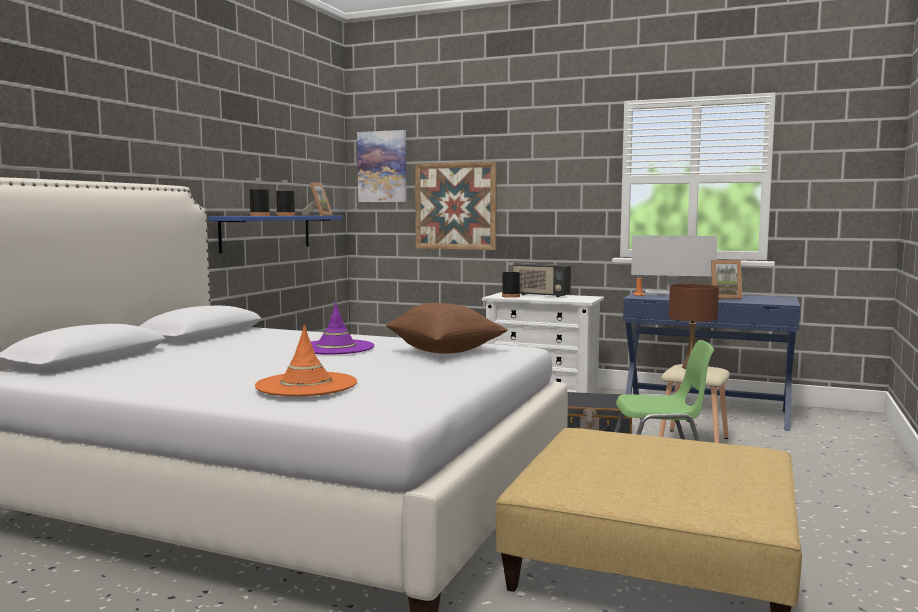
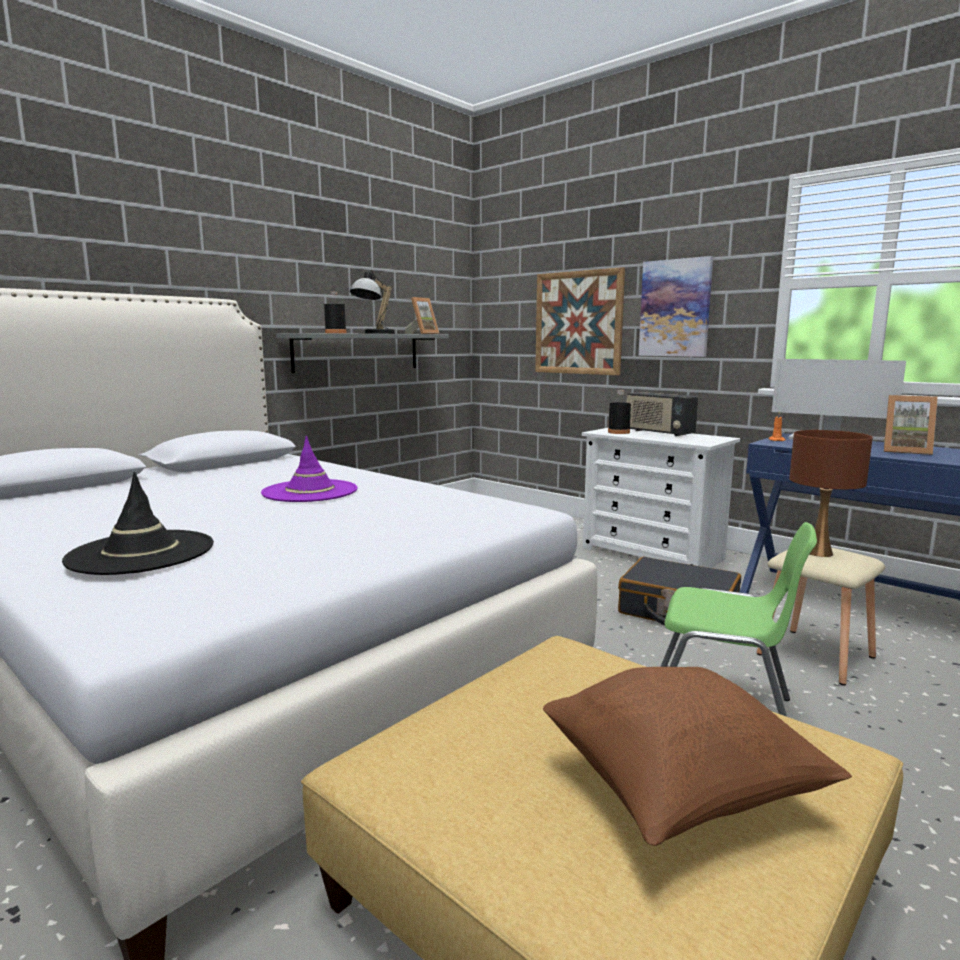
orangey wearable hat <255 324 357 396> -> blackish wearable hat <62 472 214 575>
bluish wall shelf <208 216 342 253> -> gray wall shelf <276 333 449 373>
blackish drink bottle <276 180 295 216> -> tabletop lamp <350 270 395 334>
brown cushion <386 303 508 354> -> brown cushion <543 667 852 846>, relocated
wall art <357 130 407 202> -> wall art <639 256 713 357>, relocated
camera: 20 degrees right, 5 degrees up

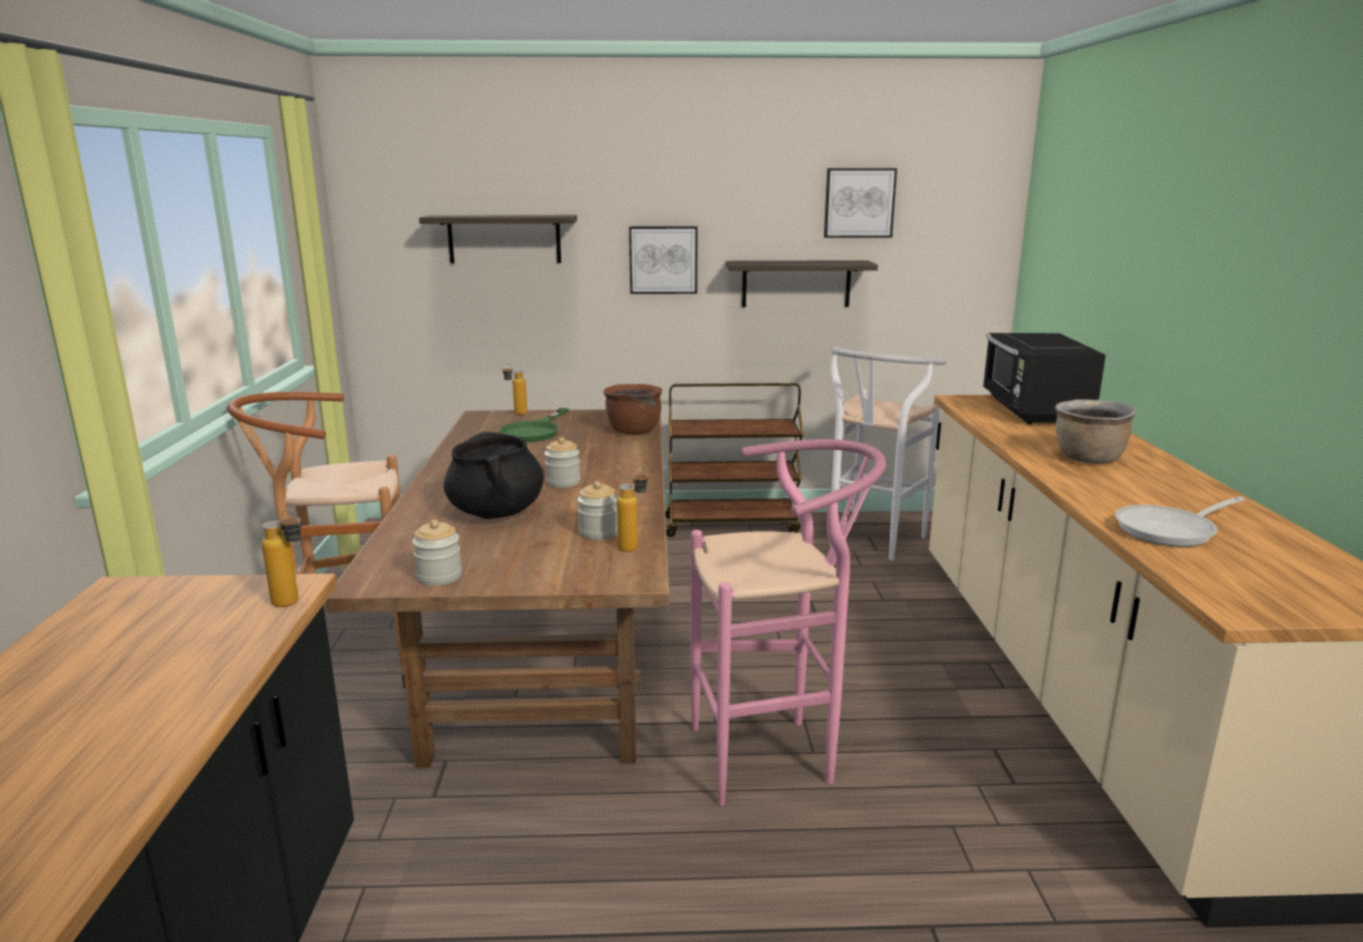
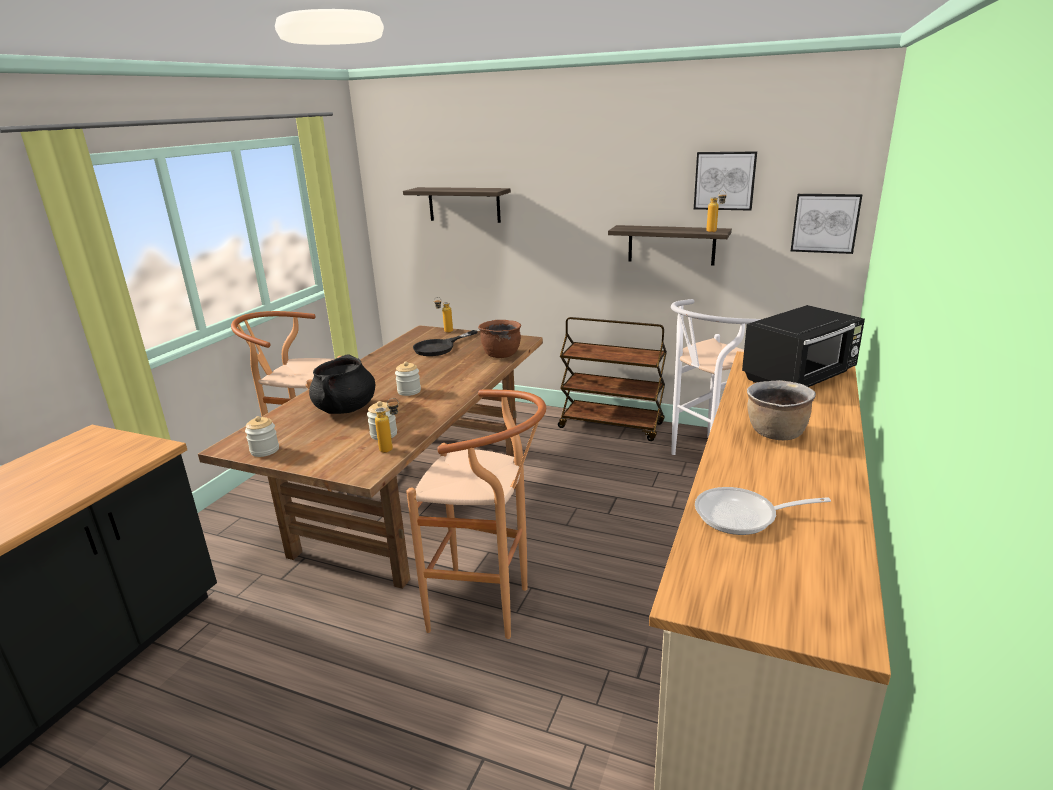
pink sitting stool <691 439 886 806> -> brown sitting stool <406 390 546 639>
greenish frying pan <499 408 569 443> -> blackish frying pan <413 330 478 356>
drink bottle <262 509 302 607> -> drink bottle <706 190 727 232>, relocated
blackish microwave oven <983 333 1106 425> -> blackish microwave oven <742 305 865 387>, 150 degrees counterclockwise
wall art <629 226 698 294> -> wall art <791 194 862 254>, relocated
camera: 25 degrees right, 5 degrees up

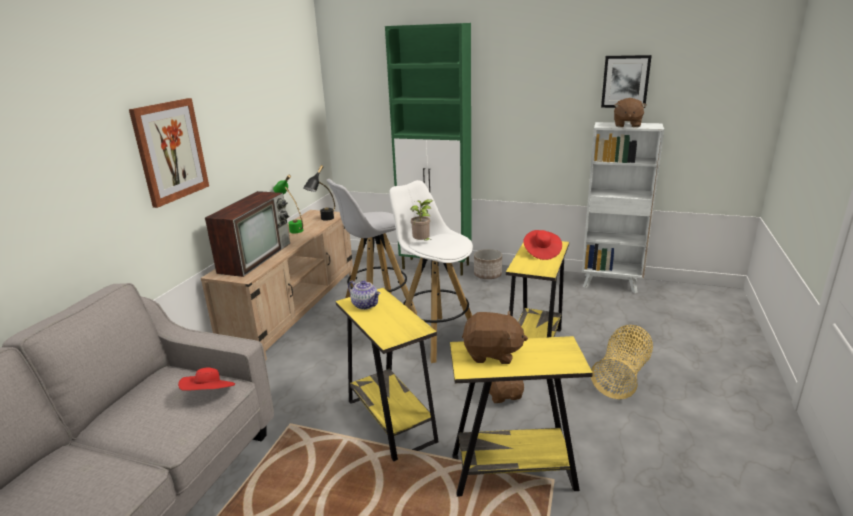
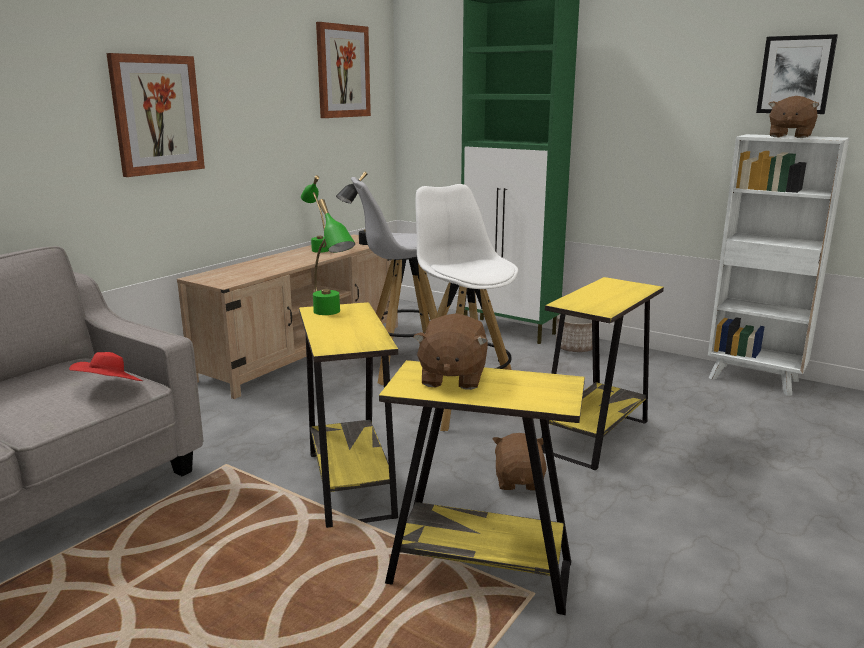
teapot <348 281 380 310> -> greenish tabletop lamp <313 199 355 315>
none -> wall art <316 22 371 118>
brown cuddly toy <462 311 528 364> -> brown cuddly toy <413 313 488 390>, 75 degrees clockwise
TV <205 191 290 277> -> none
potted plant <410 199 433 241> -> none
reddish wearable hat <523 230 562 260> -> none
storage basket <591 325 653 399> -> none
camera: 15 degrees right, 5 degrees down

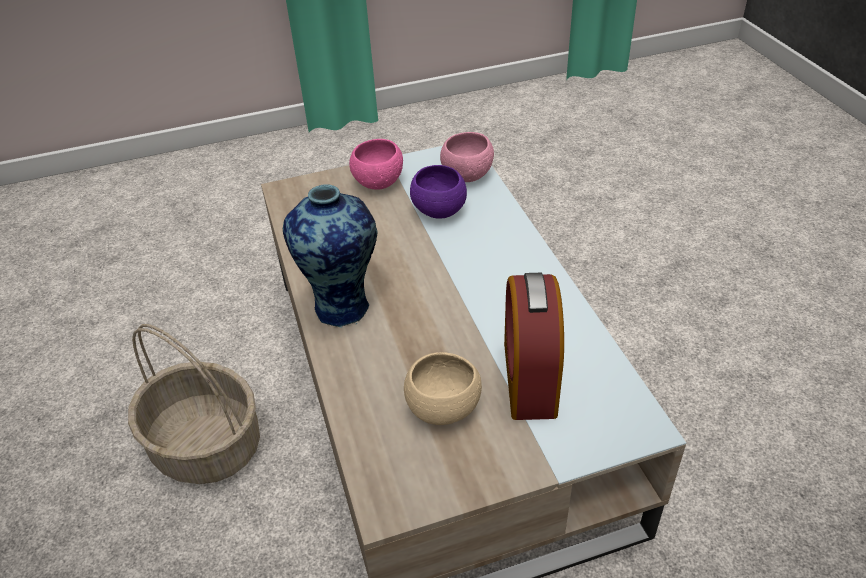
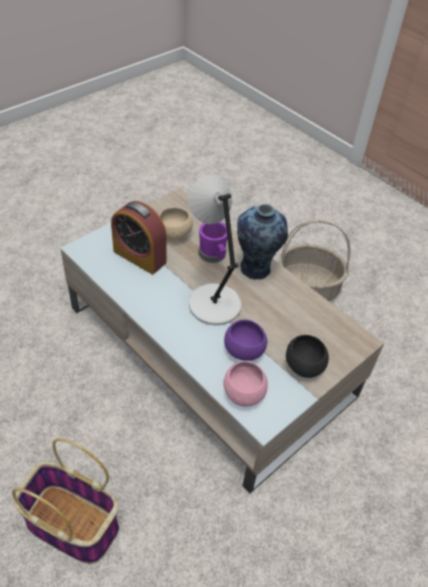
none -> storage basket <12 438 119 564>
table clock <504 273 564 420> -> table clock <111 201 167 274>, 150 degrees clockwise
none -> gray tabletop lamp <188 175 242 325>
none -> purple-coloured mug <199 222 227 263>
pink bowl <349 139 403 190> -> blackish bowl <286 335 329 378>
camera: 150 degrees right, 5 degrees up

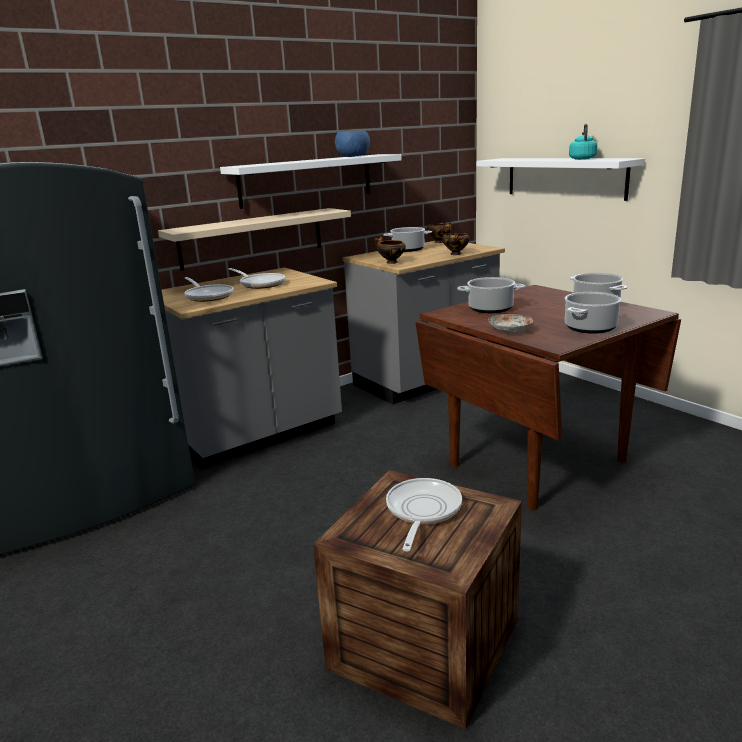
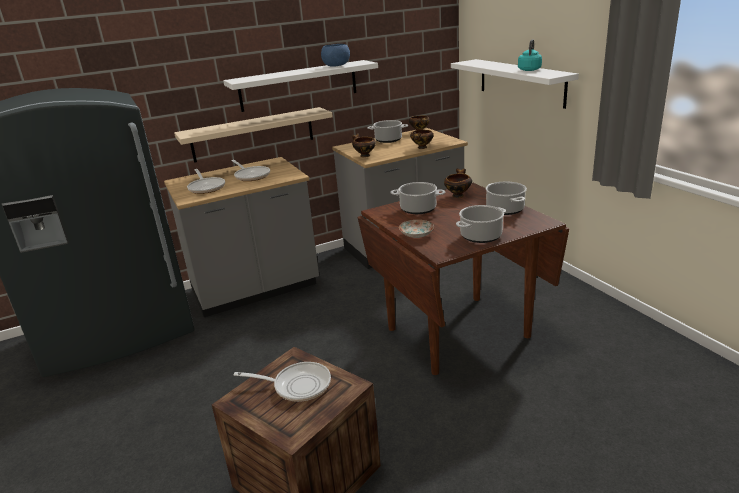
frying pan <386 478 462 551> -> frying pan <234 362 331 402>, 75 degrees clockwise
none -> bowl <444 168 472 198>
camera: 10 degrees right, 5 degrees up

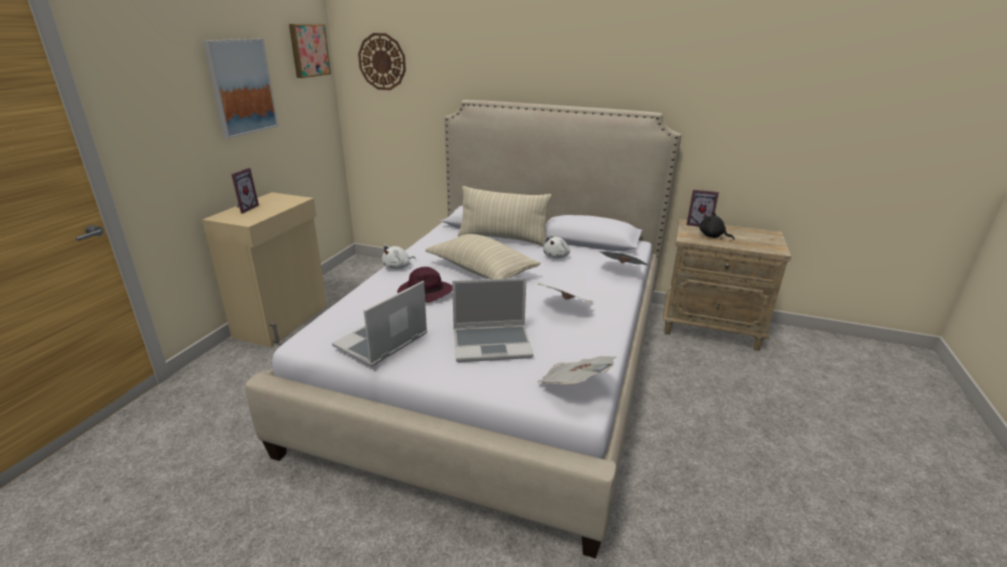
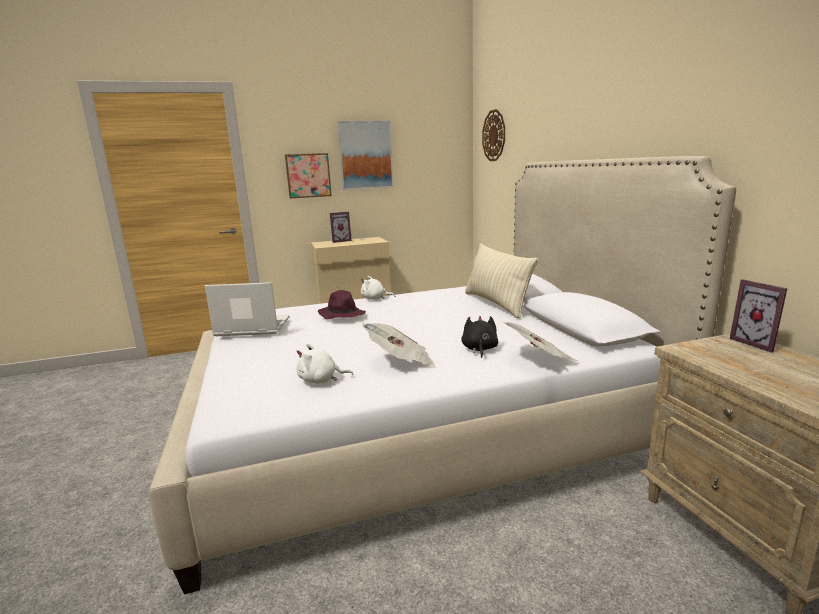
wall art <289 24 331 78> -> wall art <285 153 332 198>, relocated
white-coloured cuddly toy <543 236 570 258> -> white-coloured cuddly toy <296 344 354 384>, relocated
blackish cuddly toy <700 212 734 240> -> blackish cuddly toy <461 316 498 358>, relocated
beige-coloured cushion <425 234 540 279> -> none
notebook computer <452 278 534 362> -> none
daily paper <538 356 616 385> -> none
camera: 55 degrees right, 10 degrees down

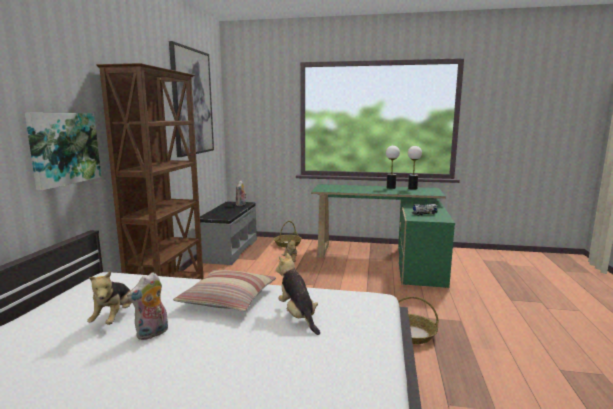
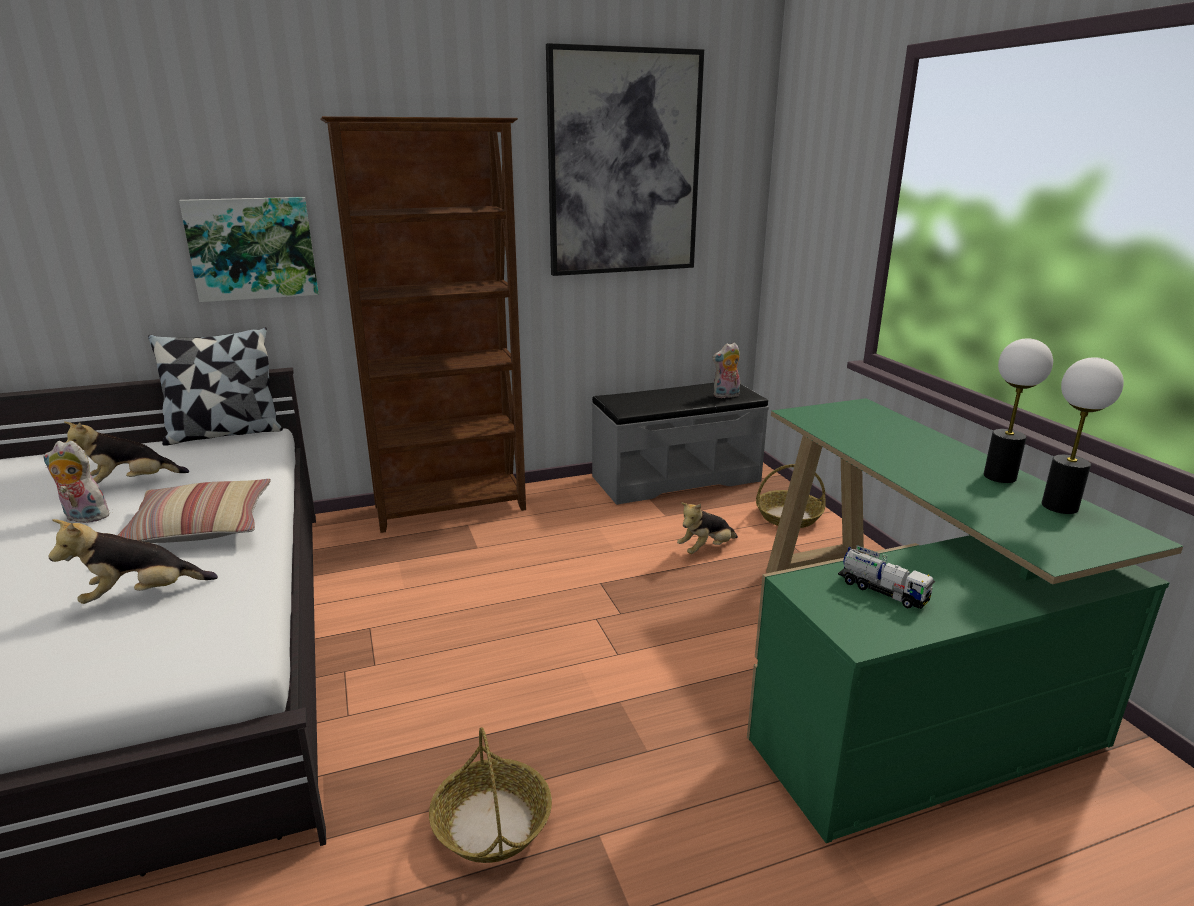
cuddly toy <276 253 320 335> -> cuddly toy <48 519 218 604>, 150 degrees counterclockwise
none -> cushion <148 327 283 446>
camera: 60 degrees right, 10 degrees up

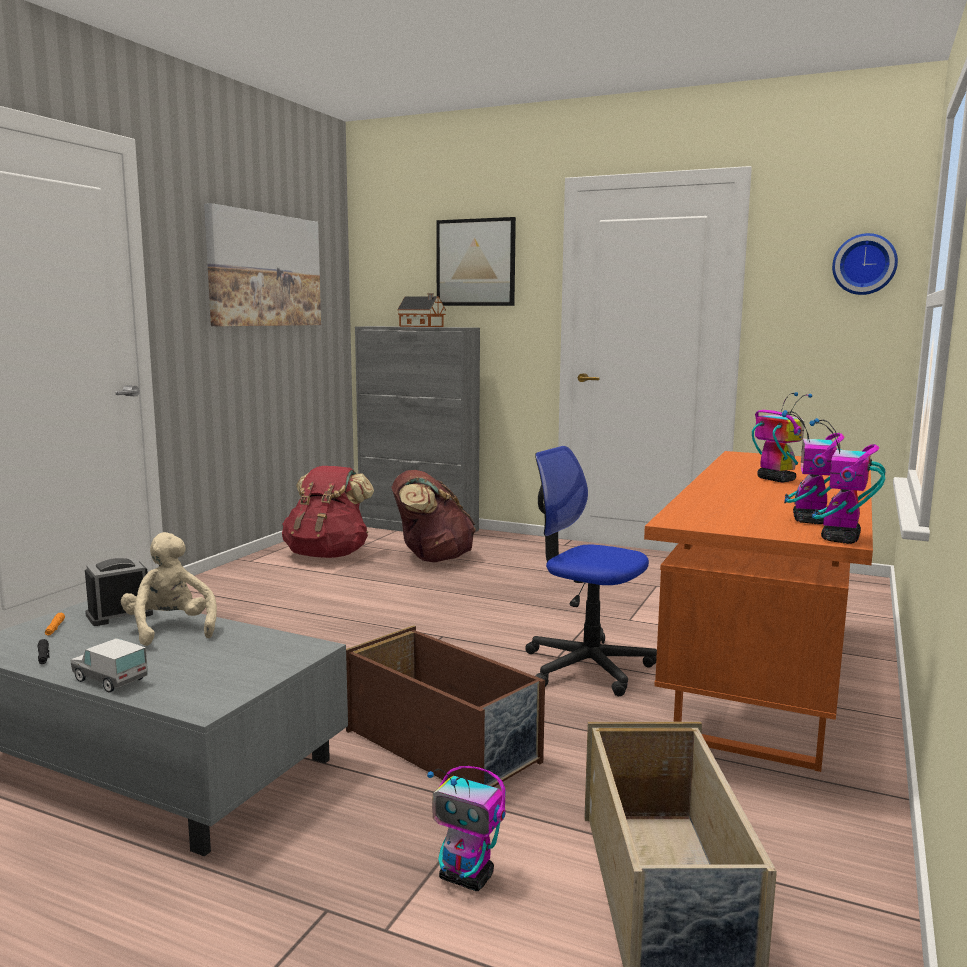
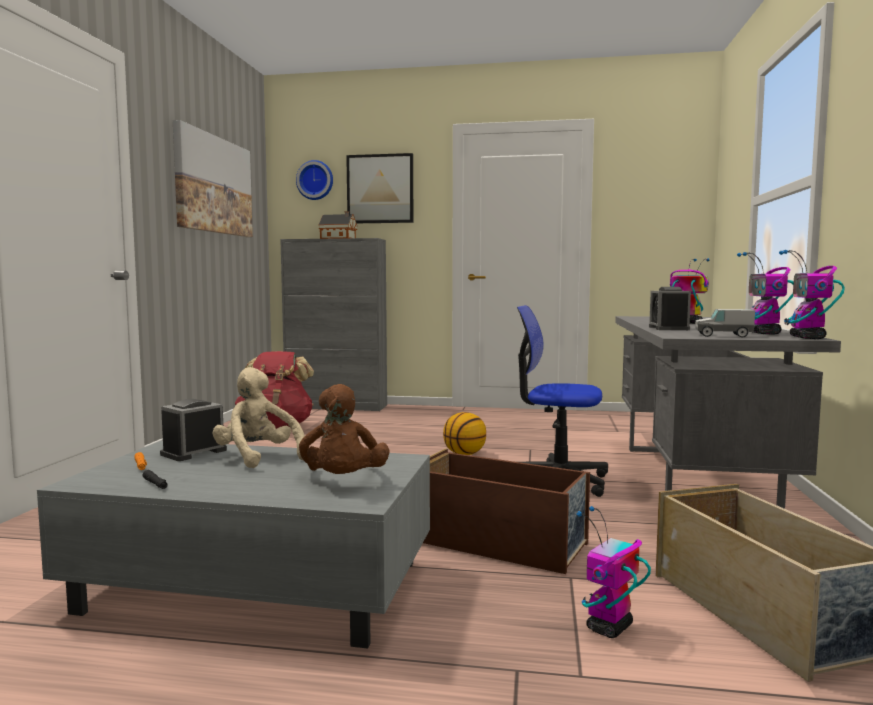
wall clock <832 233 898 295> -> wall clock <296 160 333 200>, relocated
none -> brown cuddly toy <299 384 390 474>
none -> ball for basketball <443 412 486 455>
robot figure <427 766 506 891> -> robot figure <577 506 651 638>, 120 degrees clockwise
orangey desk <644 451 873 772> -> gray desk <615 316 841 509>
none -> table clock <649 287 691 330>
toy truck <70 638 148 693> -> toy truck <695 309 755 337>, relocated
brown rucksack <391 470 476 562> -> none
camera: 15 degrees left, 5 degrees down

